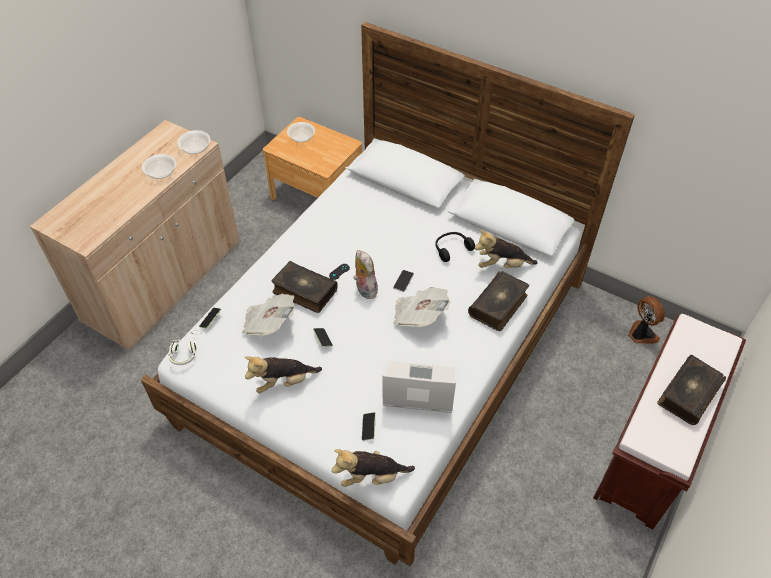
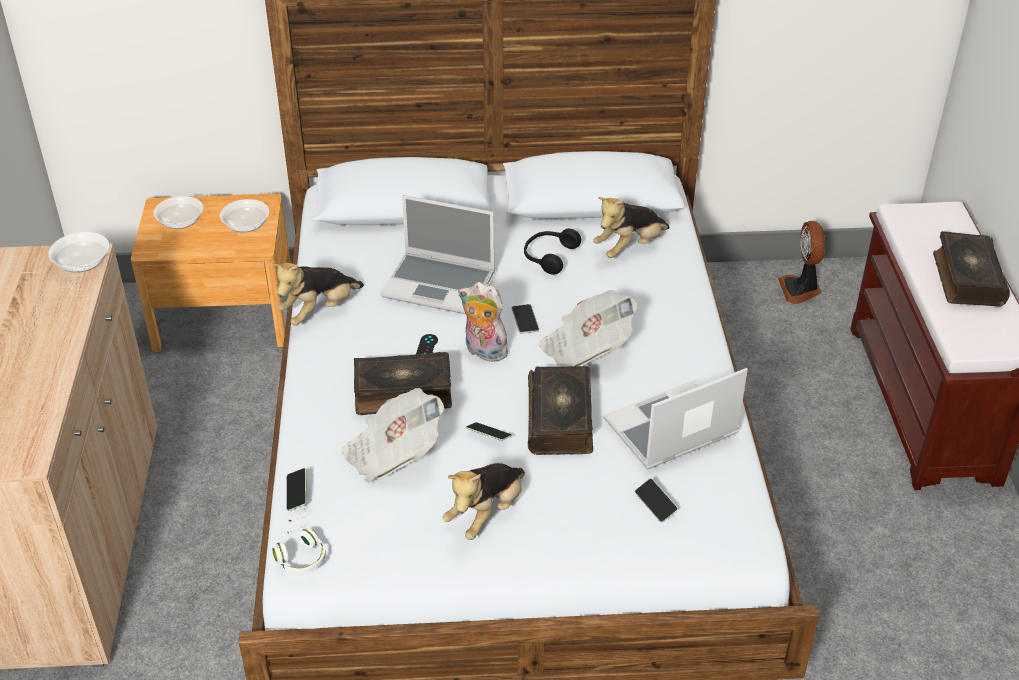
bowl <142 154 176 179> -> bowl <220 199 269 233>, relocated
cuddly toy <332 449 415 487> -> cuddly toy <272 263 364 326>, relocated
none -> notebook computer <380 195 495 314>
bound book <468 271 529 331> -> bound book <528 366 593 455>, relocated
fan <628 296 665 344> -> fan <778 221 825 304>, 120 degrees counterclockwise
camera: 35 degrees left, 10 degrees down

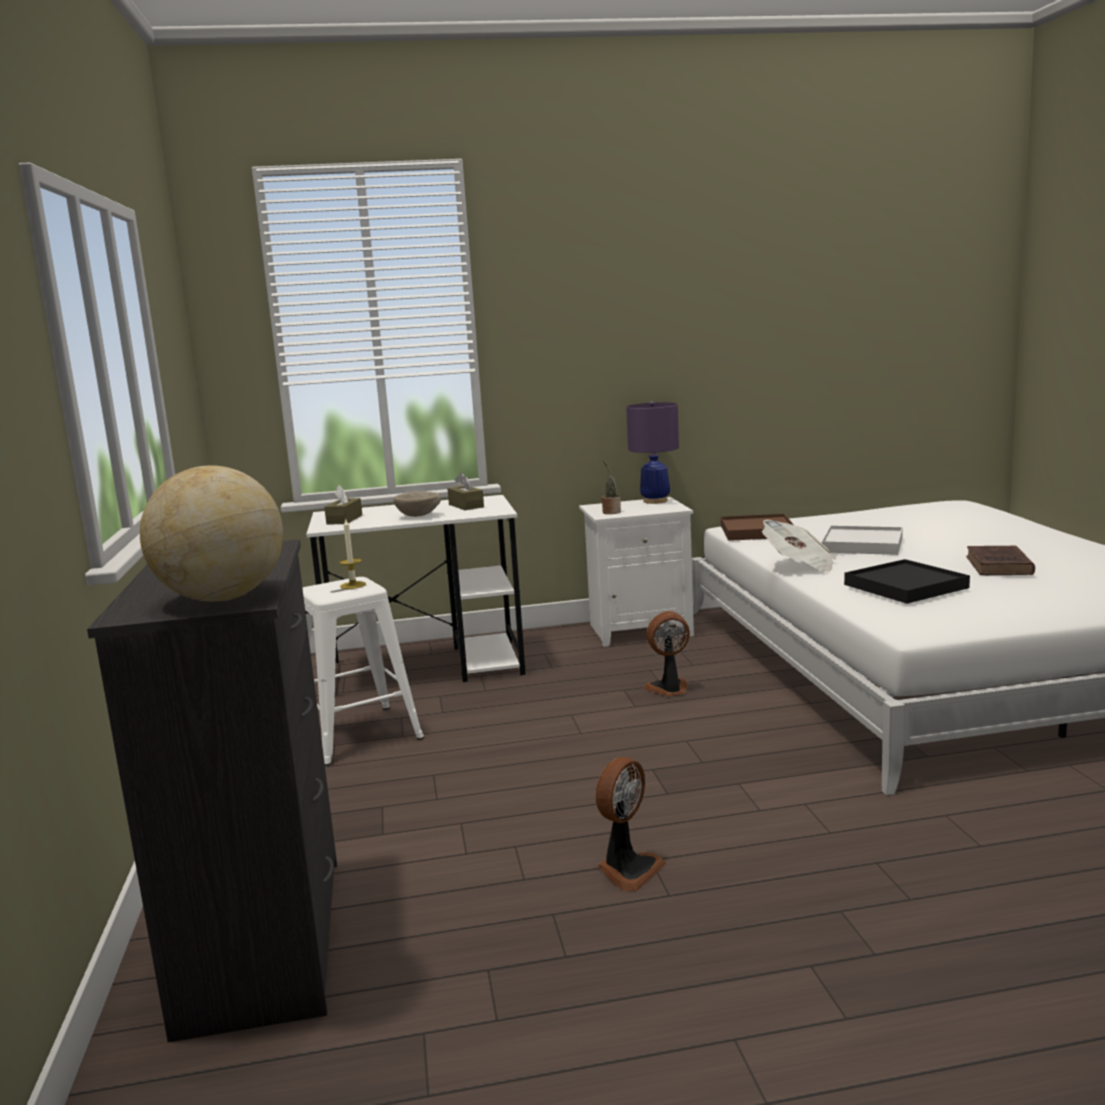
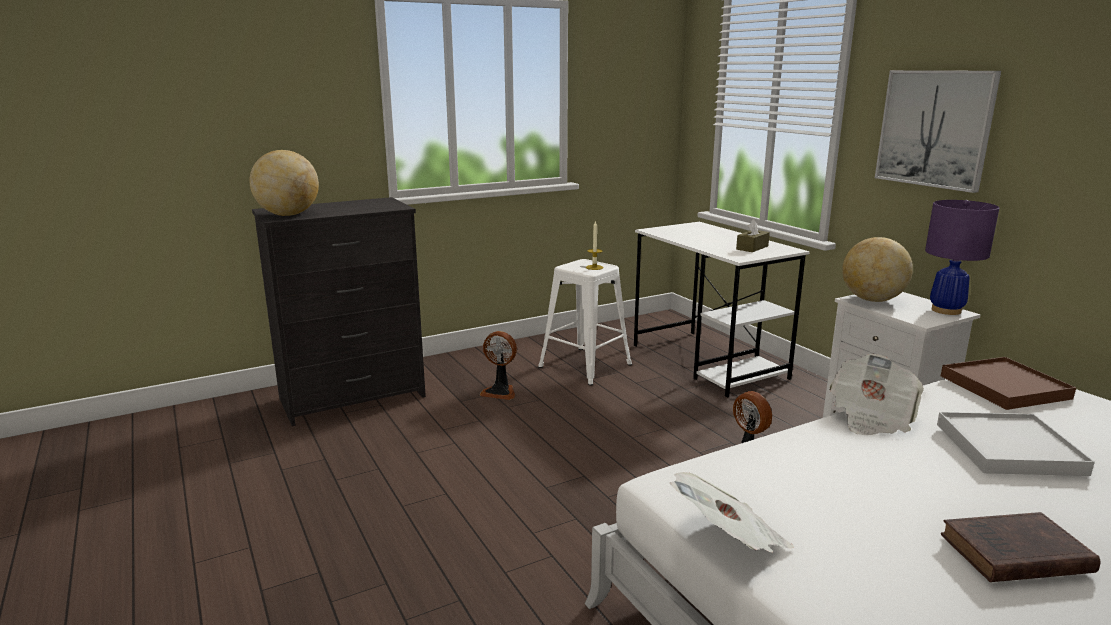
fan <596 757 666 891> -> fan <480 331 517 400>, relocated
none -> daily paper <670 472 794 553>
potted plant <601 460 621 514> -> globe <842 237 913 302>
none -> wall art <875 70 1001 193>
brown tissue holder <324 485 362 525> -> none
beige-coloured bowl <394 491 441 517> -> none
blackish tray <844 559 970 604> -> none
camera: 70 degrees right, 5 degrees up

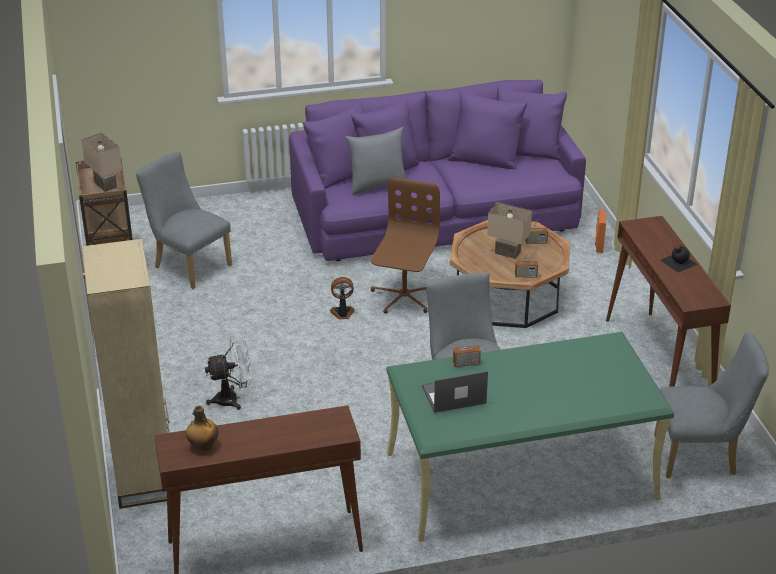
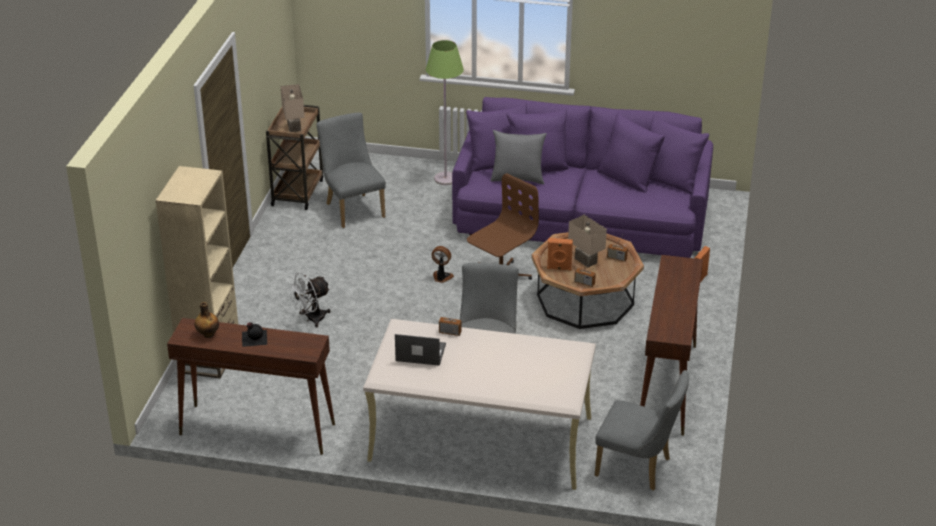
blackish drink bottle <660 245 698 272> -> blackish drink bottle <242 322 267 347>, relocated
white-coloured fan <205 338 253 410> -> white-coloured fan <288 272 331 327>, 135 degrees clockwise
greenish desk <387 332 674 542> -> beige-coloured desk <363 319 596 490>
none -> greenish floor lamp <426 40 464 185>
none -> orangey speaker <547 238 573 271>
camera: 25 degrees right, 0 degrees up

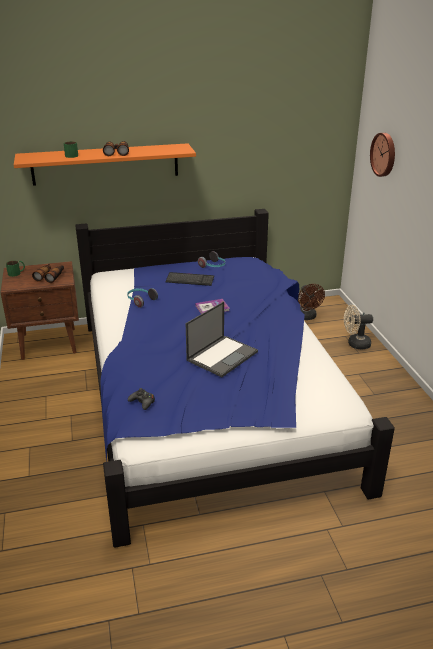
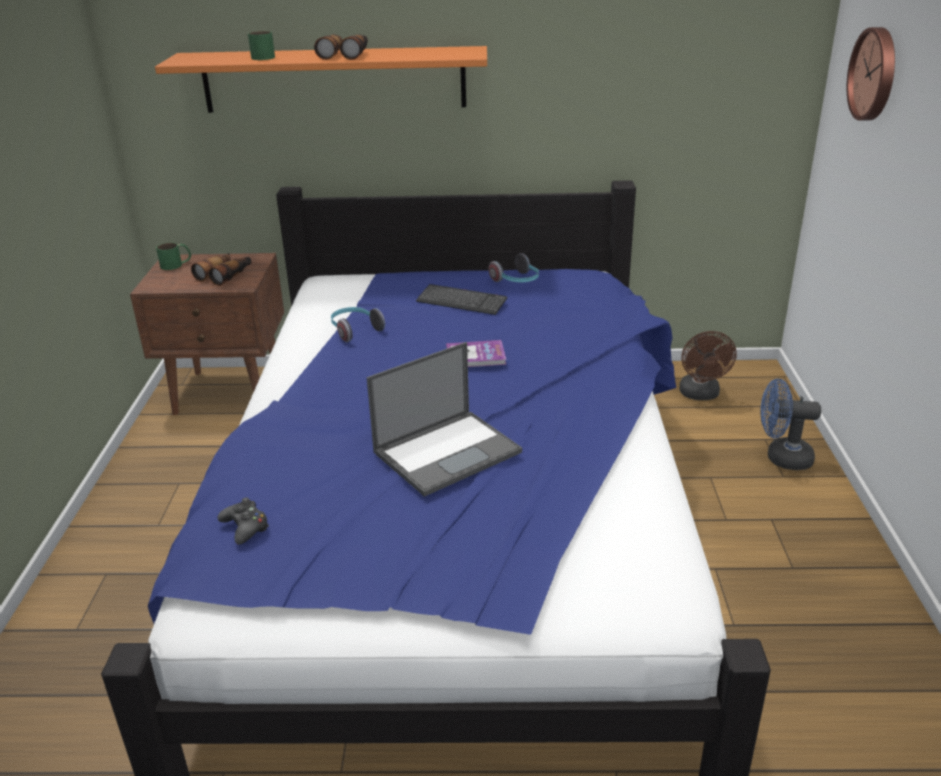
beige-coloured fan <344 305 373 349> -> bluish fan <760 378 821 470>
camera: 15 degrees right, 0 degrees up

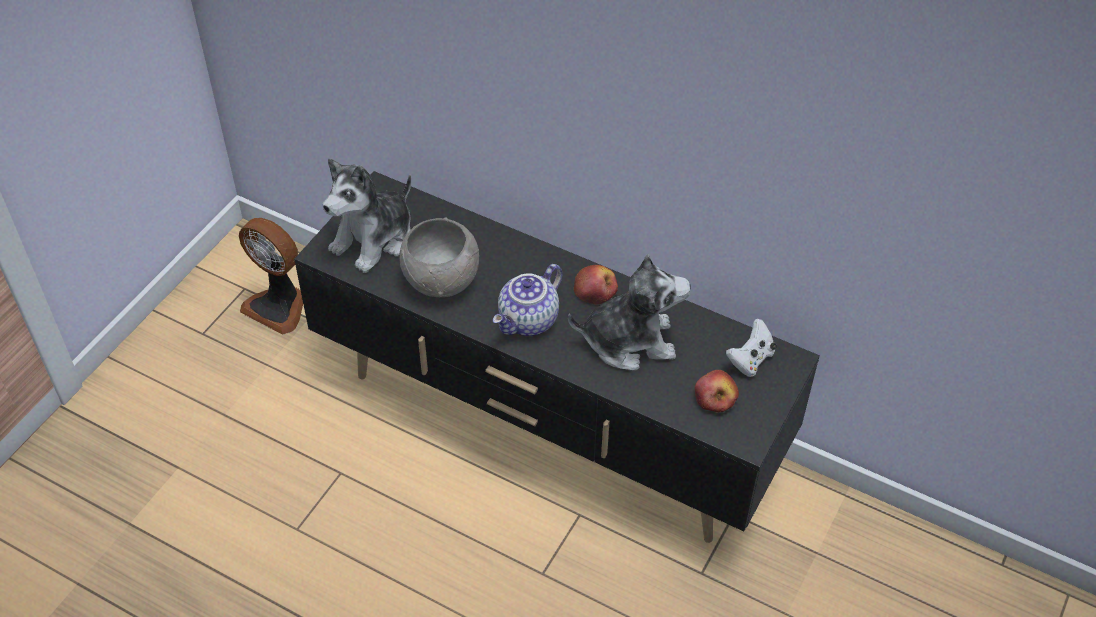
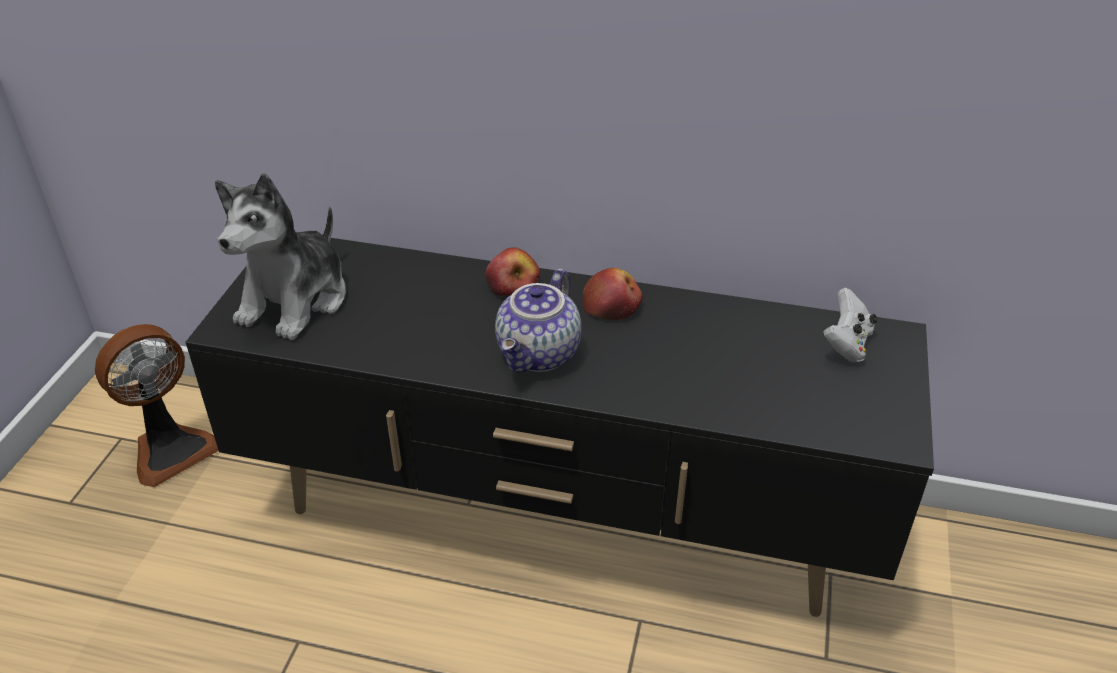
fan <239 218 303 335> -> fan <95 324 219 487>, 60 degrees counterclockwise
apple <695 370 739 413> -> apple <485 247 540 296>, relocated
gray bowl <399 218 479 297> -> none
cuddly toy <568 254 691 371> -> none
camera: 15 degrees left, 10 degrees down

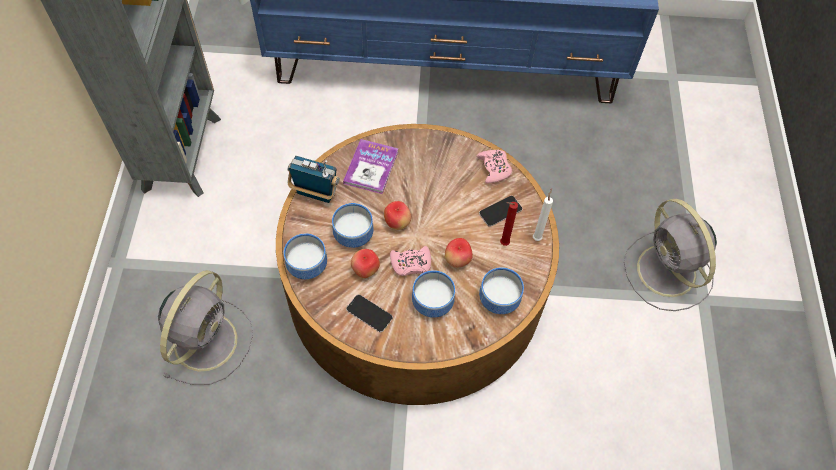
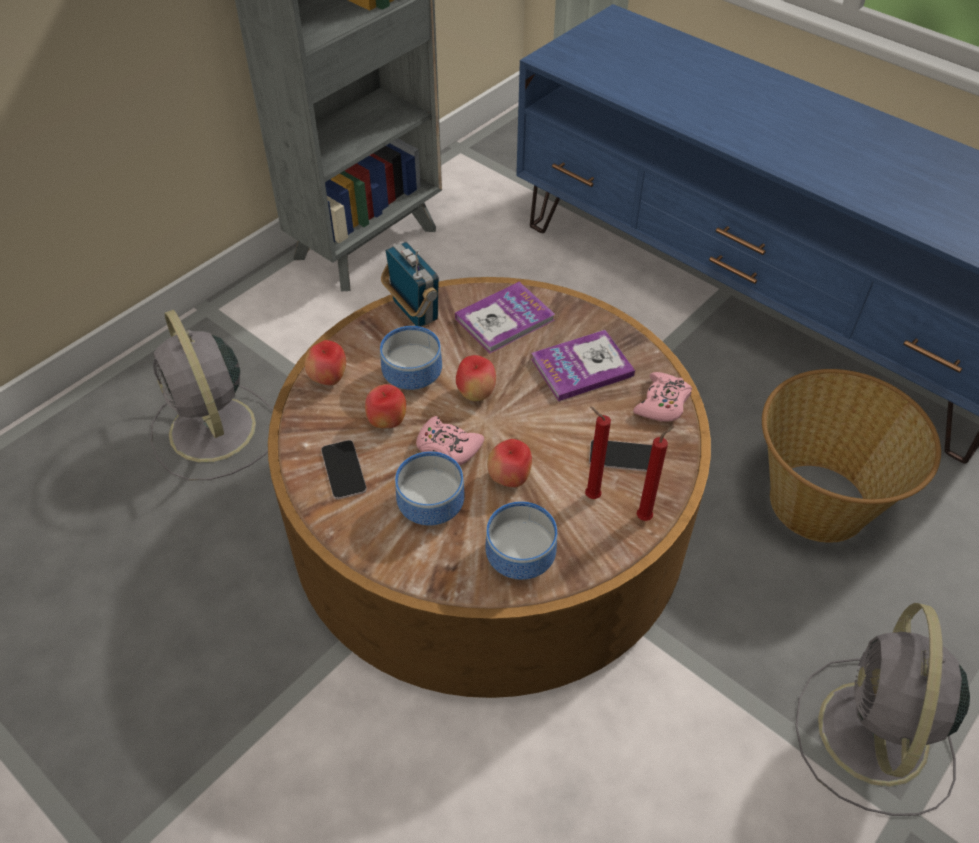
gray fan <158 270 253 385> -> gray fan <150 310 273 480>, 90 degrees clockwise
bowl <284 233 327 279> -> apple <305 340 346 385>
none -> bound book <531 330 635 401>
white-coloured candle <533 188 553 241> -> reddish candle <637 426 674 521>
none -> storage basket <762 369 941 543>
camera: 40 degrees right, 10 degrees down

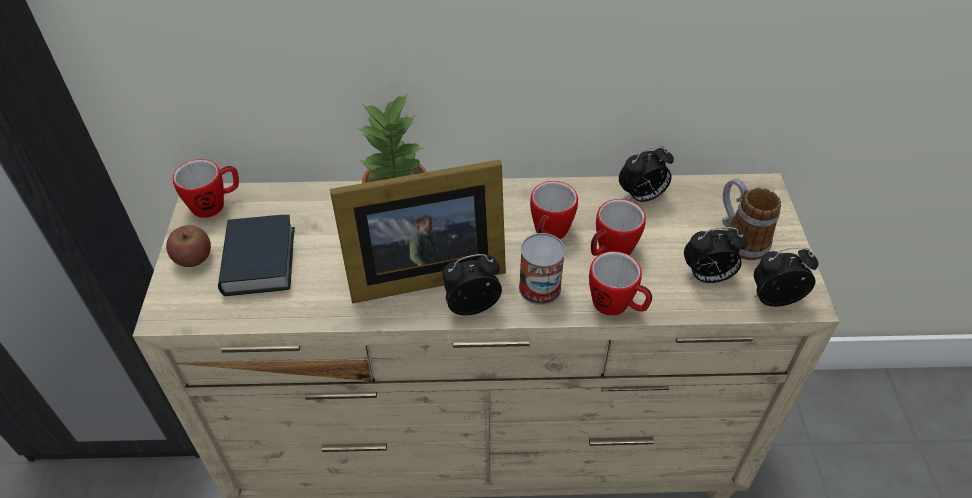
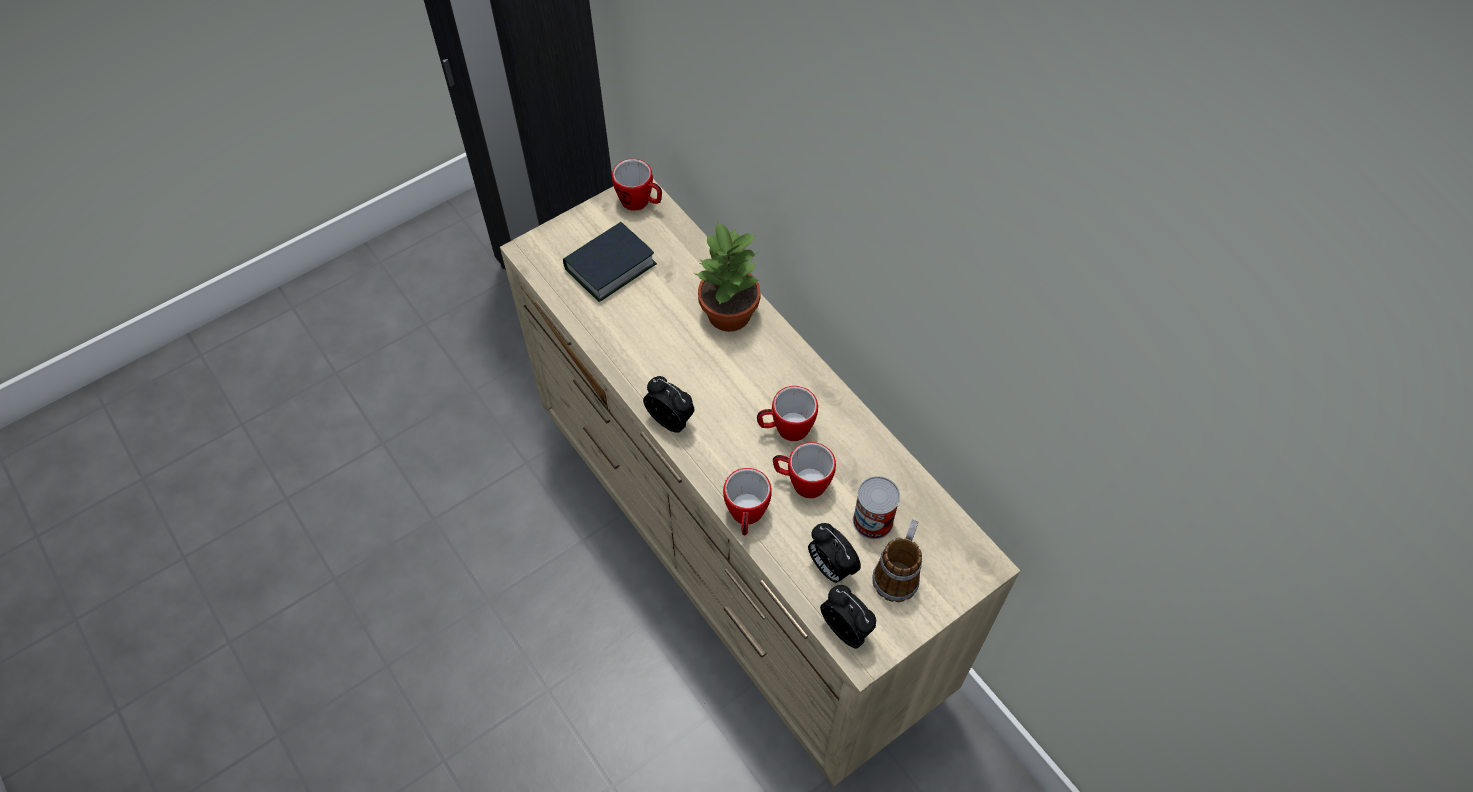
sealed can <519 233 565 305> -> sealed can <853 476 900 539>, relocated
apple <166 225 211 267> -> none
picture frame <330 160 506 303> -> none
table clock <619 145 674 202> -> none
camera: 55 degrees right, 10 degrees up

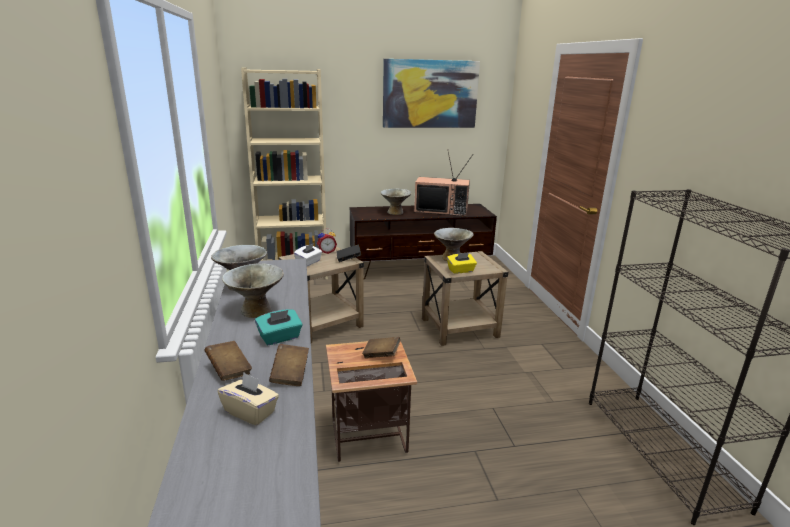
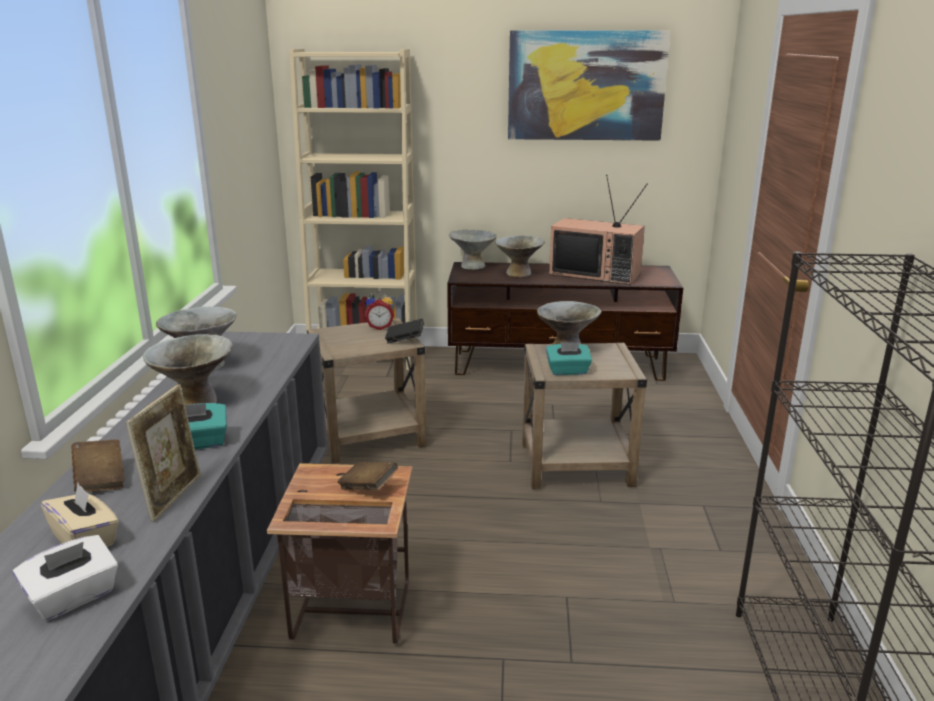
white-coloured tissue holder <294 243 322 266> -> white-coloured tissue holder <13 535 118 621>, relocated
brown bound book <269 344 309 386> -> picture frame <126 384 201 522>
none -> gray bowl <449 230 497 270>
yellow-coloured tissue holder <447 253 477 274> -> turquoise-coloured tissue holder <546 342 592 375>
camera: 15 degrees right, 0 degrees up

